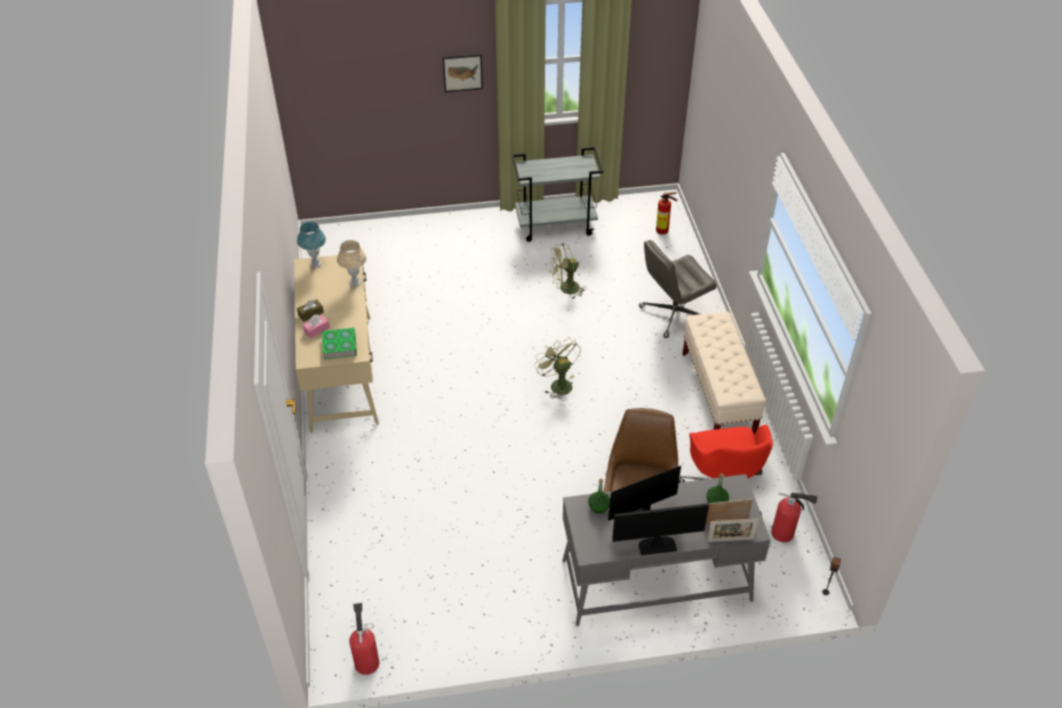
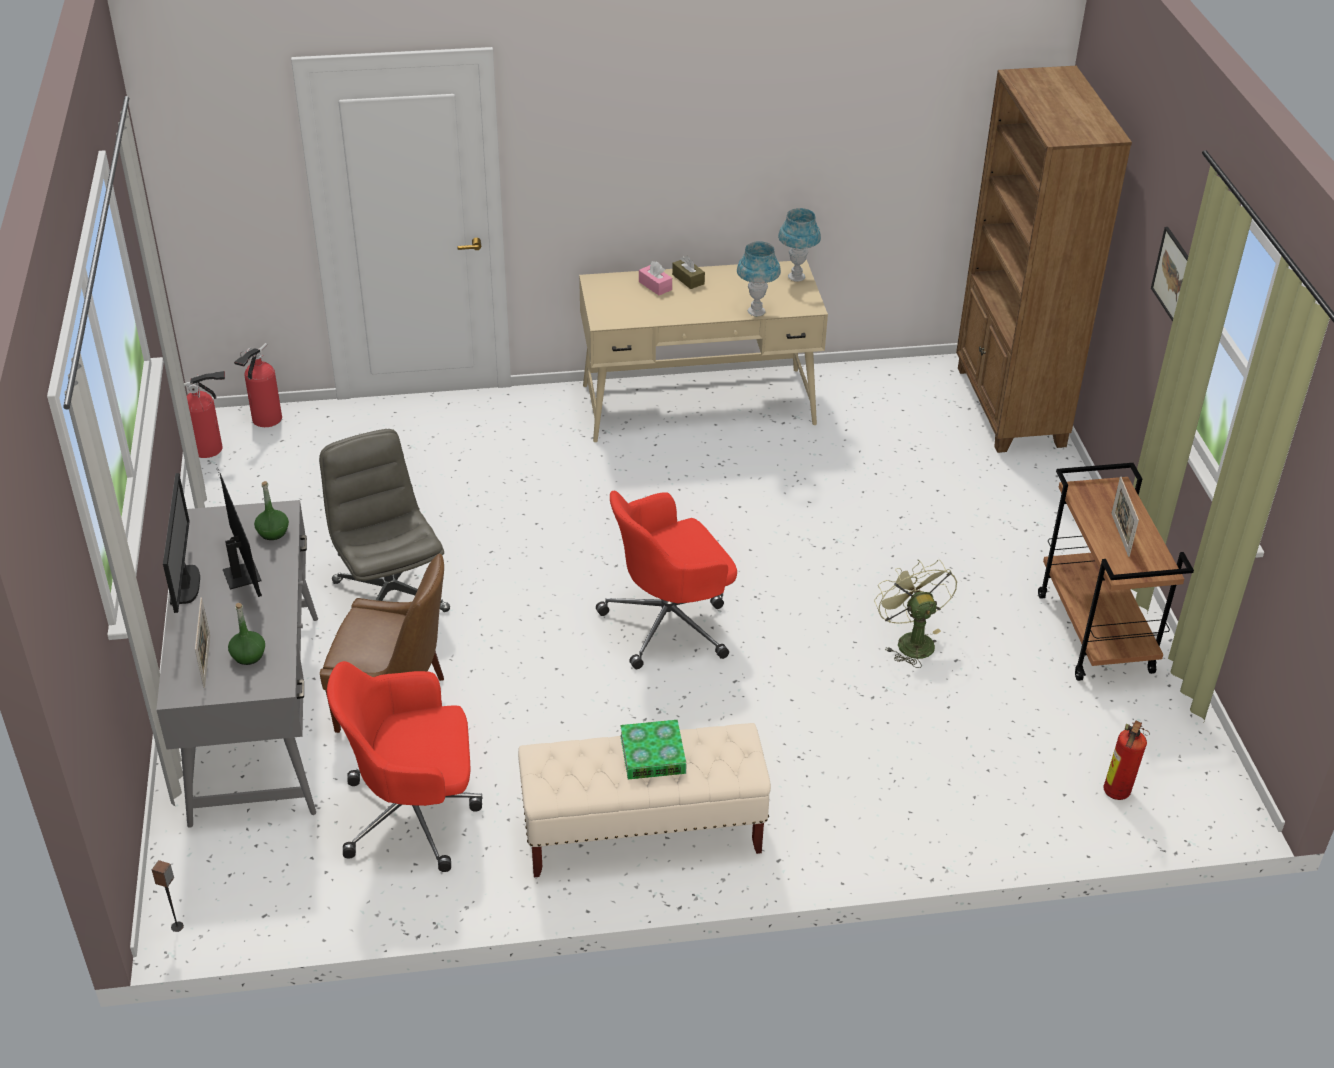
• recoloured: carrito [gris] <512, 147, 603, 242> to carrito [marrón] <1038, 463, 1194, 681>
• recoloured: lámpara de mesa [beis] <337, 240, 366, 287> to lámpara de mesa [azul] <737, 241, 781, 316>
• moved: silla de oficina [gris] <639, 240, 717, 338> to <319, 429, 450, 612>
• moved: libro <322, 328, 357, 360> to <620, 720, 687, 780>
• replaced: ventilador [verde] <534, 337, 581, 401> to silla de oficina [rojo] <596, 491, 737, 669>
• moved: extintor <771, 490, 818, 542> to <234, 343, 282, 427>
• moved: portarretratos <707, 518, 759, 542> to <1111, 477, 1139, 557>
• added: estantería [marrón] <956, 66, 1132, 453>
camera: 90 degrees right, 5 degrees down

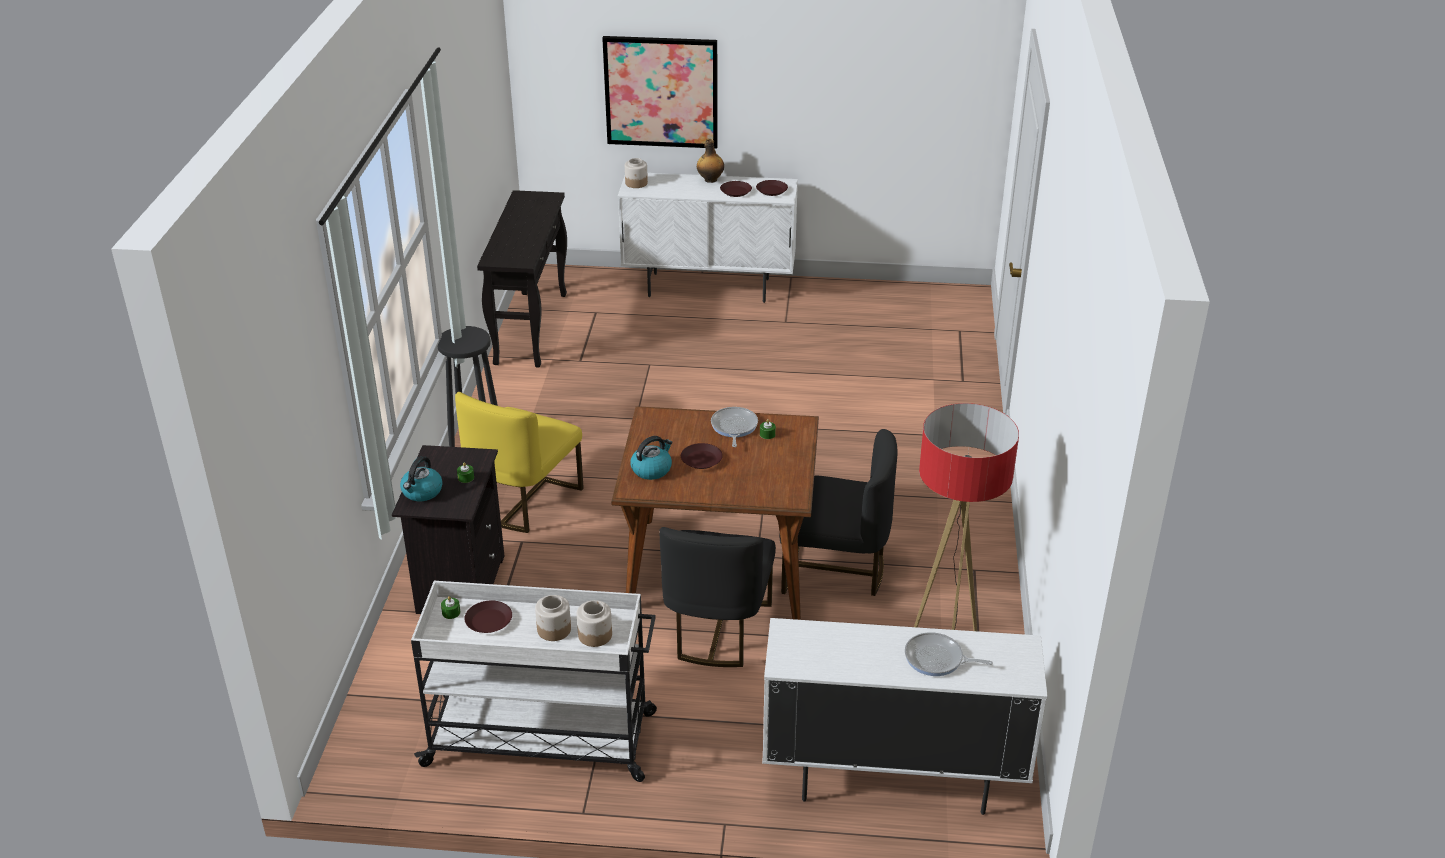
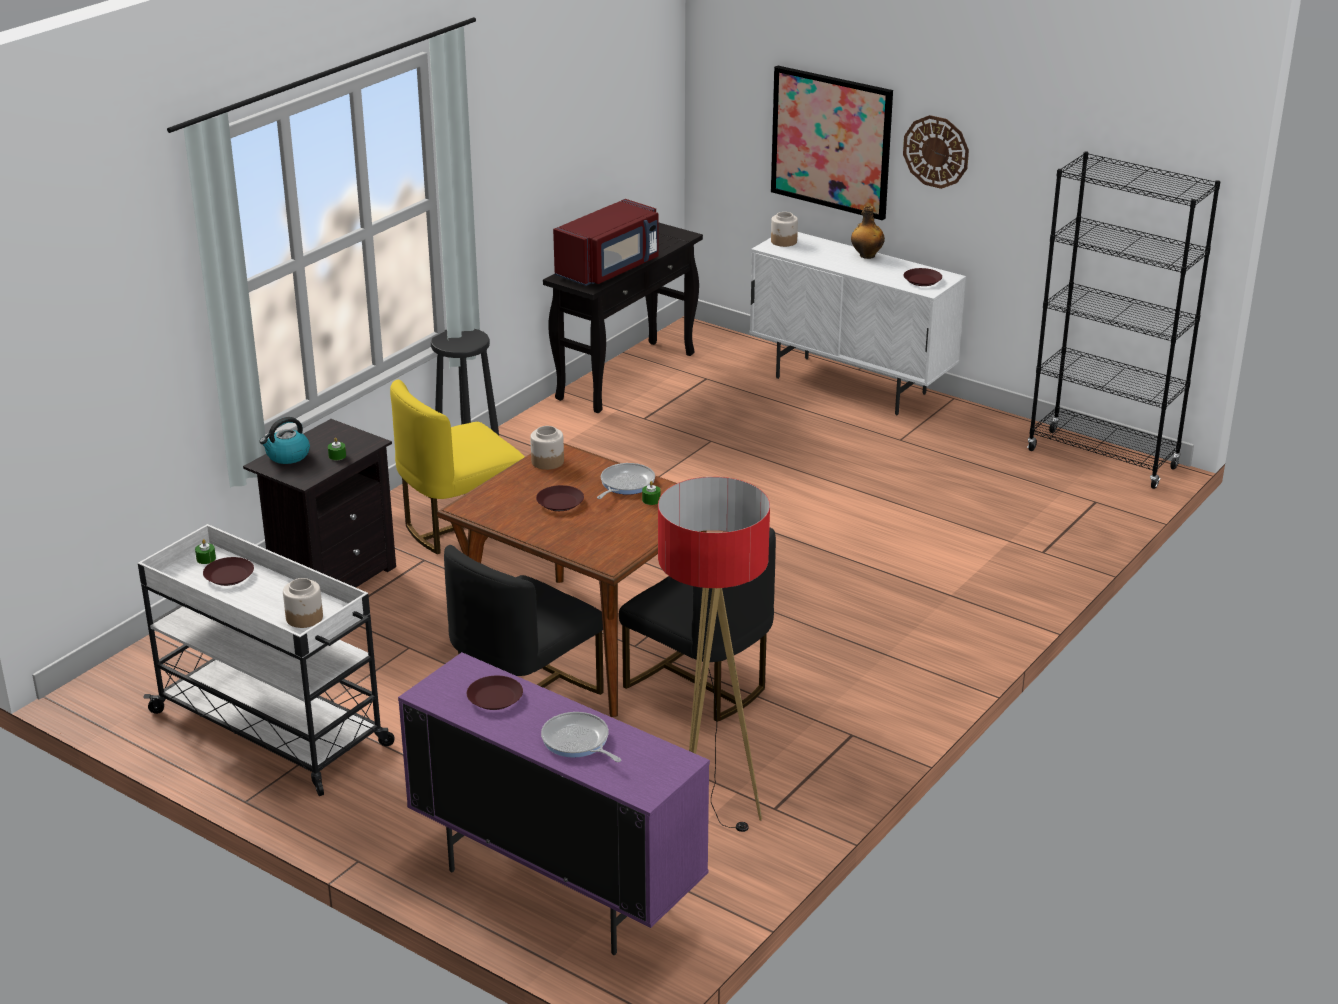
• moved: plato [marrón] <720, 181, 752, 197> to <467, 676, 523, 710>
• removed: hervidor <630, 436, 672, 480>
• moved: tarro <535, 595, 571, 641> to <530, 426, 564, 470>
• recoloured: armario [blanco] <762, 618, 1048, 815> to armario [morado] <398, 652, 710, 955>
• added: reloj de pared <903, 115, 969, 189>
• added: estantería [negro] <1027, 151, 1221, 489>
• added: microondas [rojo] <553, 199, 659, 286>
camera: 30 degrees right, 5 degrees down

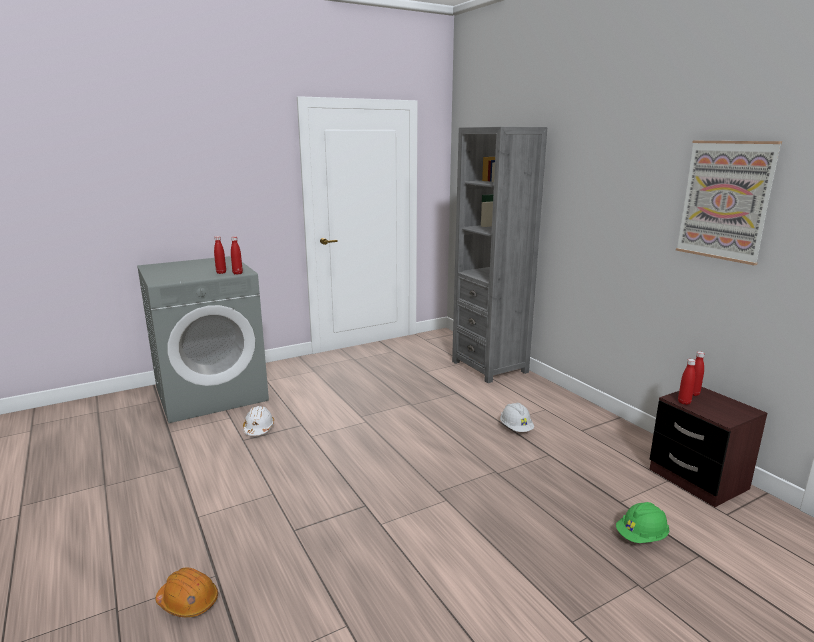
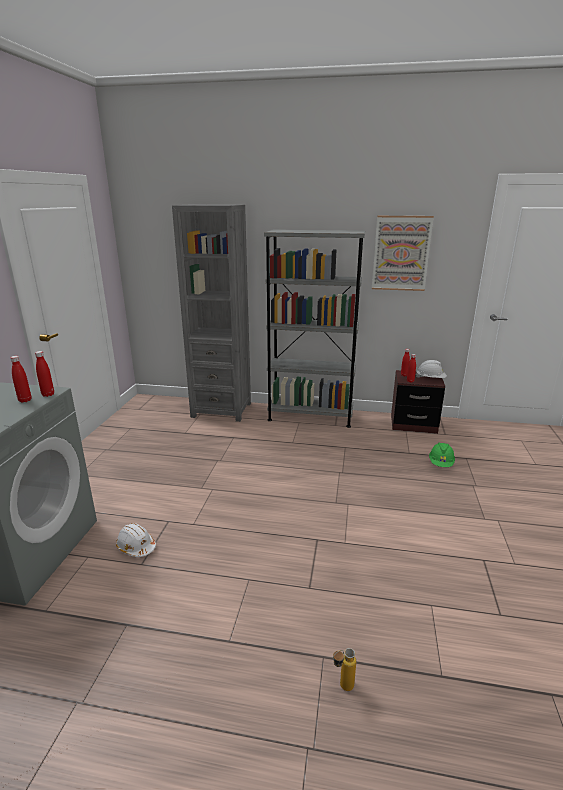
• moved: casco [blanco] <500, 403, 534, 432> to <416, 360, 447, 378>
• replaced: casco [naranja] <156, 567, 218, 617> to botella <333, 648, 356, 691>
• added: estantería [gris] <264, 229, 365, 428>
camera: 50 degrees left, 5 degrees up

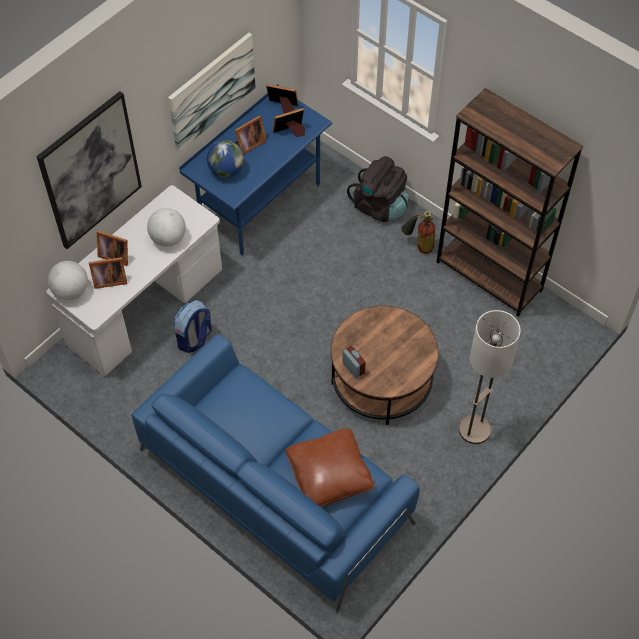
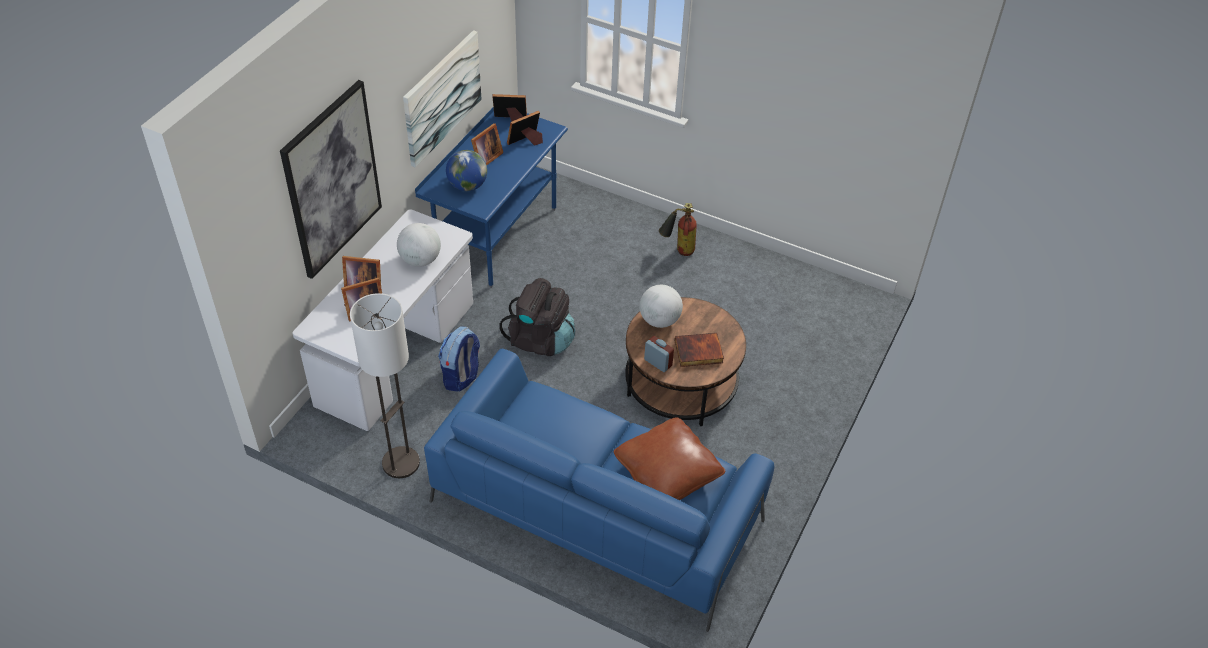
• removed: estantería [marrón] <437, 88, 583, 317>
• moved: mochila [negro] <347, 156, 409, 222> to <499, 278, 575, 356>
• moved: globo terráqueo <48, 261, 88, 300> to <640, 285, 683, 328>
• moved: lámpara de pie <459, 310, 521, 444> to <350, 293, 420, 478>
• added: libro <675, 333, 724, 367>
camera: 15 degrees left, 10 degrees down

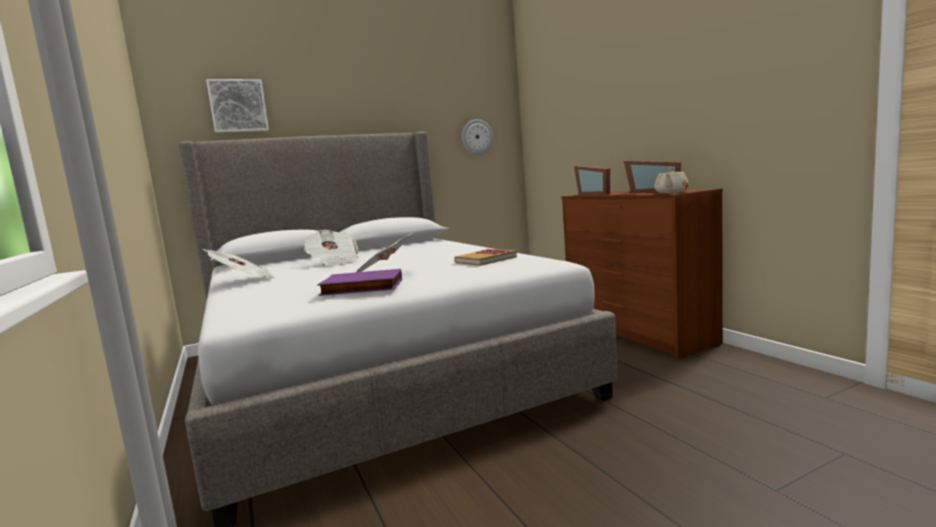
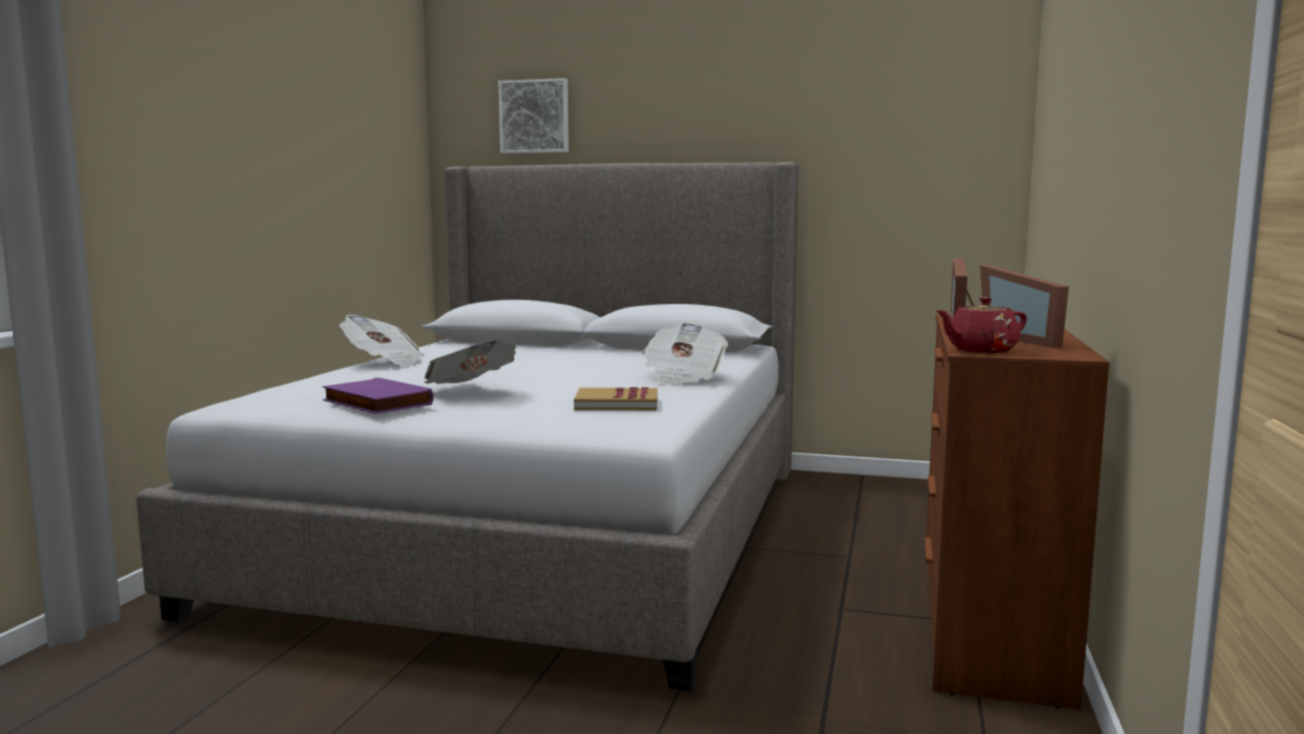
• removed: reloj de pared <462, 119, 493, 155>
• recoloured: tetera [beis] <654, 168, 689, 194> to tetera [rojo] <936, 297, 1027, 353>
• moved: periódico <304, 230, 359, 266> to <643, 322, 728, 385>
camera: 40 degrees right, 0 degrees up

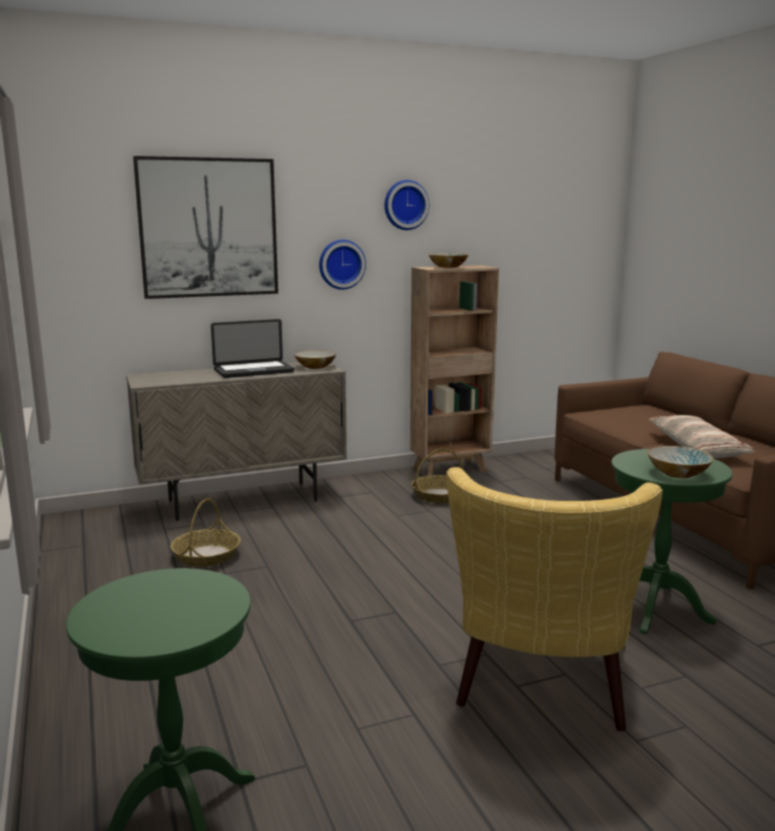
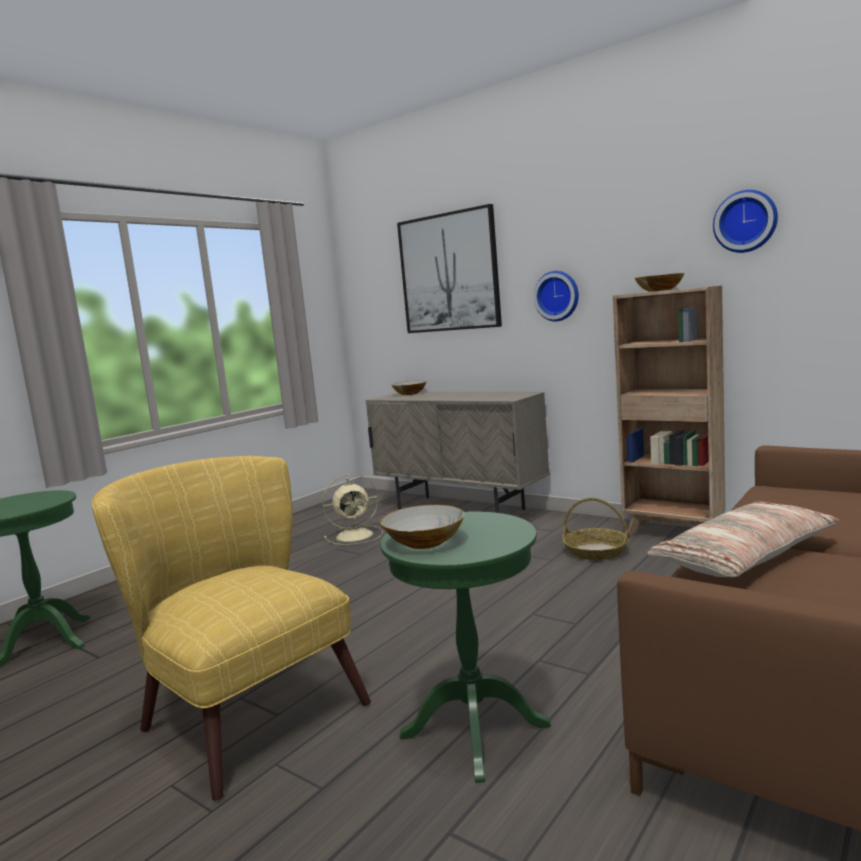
• moved: reloj de pared <384, 180, 429, 230> to <713, 190, 778, 253>
• removed: portátil <211, 319, 294, 378>
• moved: cuenco <294, 350, 336, 369> to <391, 381, 427, 395>
• turned: sillón [amarillo] <446, 467, 663, 731> = <92, 456, 371, 801> 60 degrees clockwise
• replaced: cesta <170, 498, 241, 567> to ventilador [beis] <322, 474, 383, 545>
camera: 60 degrees right, 5 degrees down

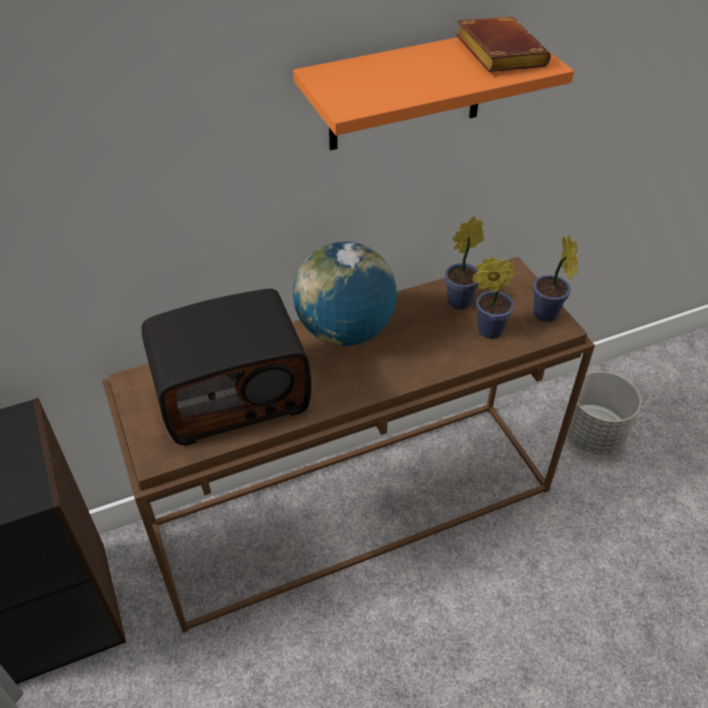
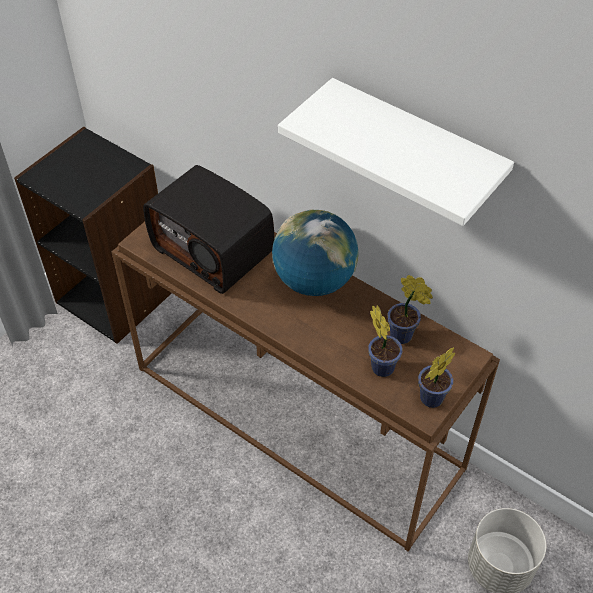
• removed: libro [marrón] <456, 17, 551, 72>
• recoloured: estante [naranja] <293, 37, 574, 150> to estante [blanco] <278, 78, 514, 226>
camera: 60 degrees right, 5 degrees up

